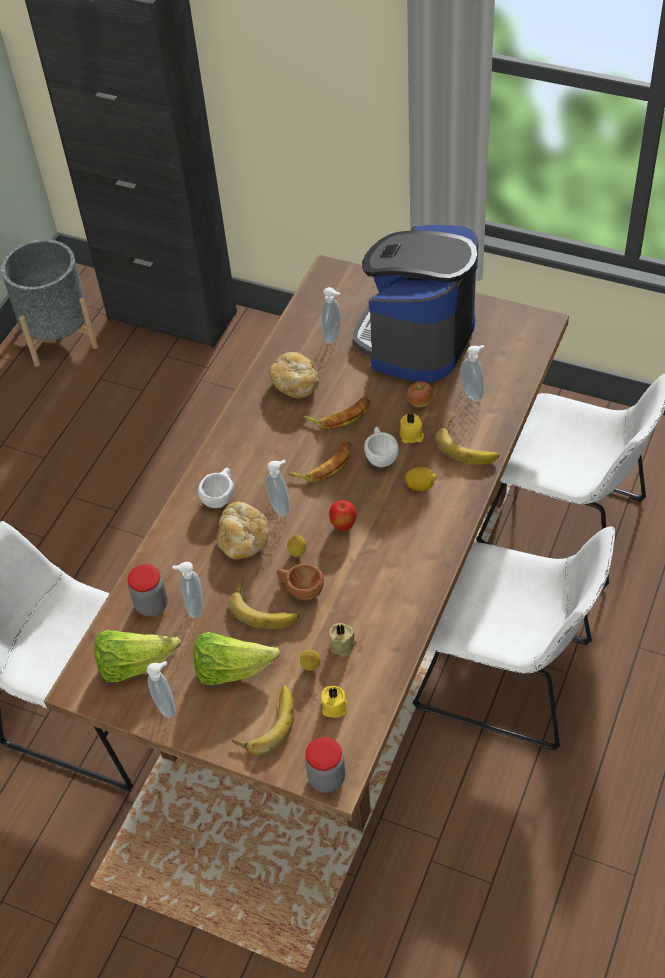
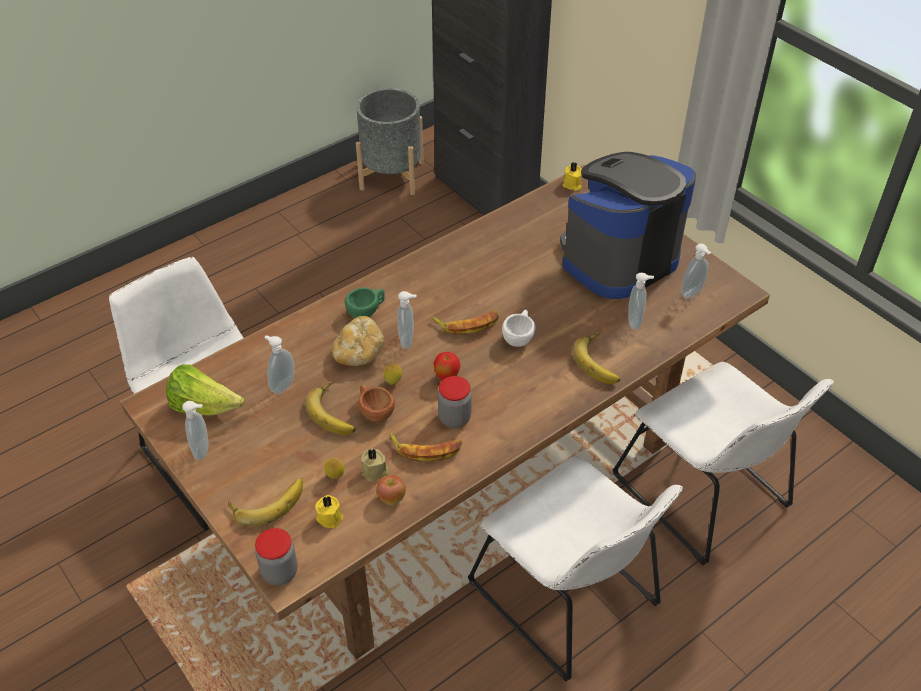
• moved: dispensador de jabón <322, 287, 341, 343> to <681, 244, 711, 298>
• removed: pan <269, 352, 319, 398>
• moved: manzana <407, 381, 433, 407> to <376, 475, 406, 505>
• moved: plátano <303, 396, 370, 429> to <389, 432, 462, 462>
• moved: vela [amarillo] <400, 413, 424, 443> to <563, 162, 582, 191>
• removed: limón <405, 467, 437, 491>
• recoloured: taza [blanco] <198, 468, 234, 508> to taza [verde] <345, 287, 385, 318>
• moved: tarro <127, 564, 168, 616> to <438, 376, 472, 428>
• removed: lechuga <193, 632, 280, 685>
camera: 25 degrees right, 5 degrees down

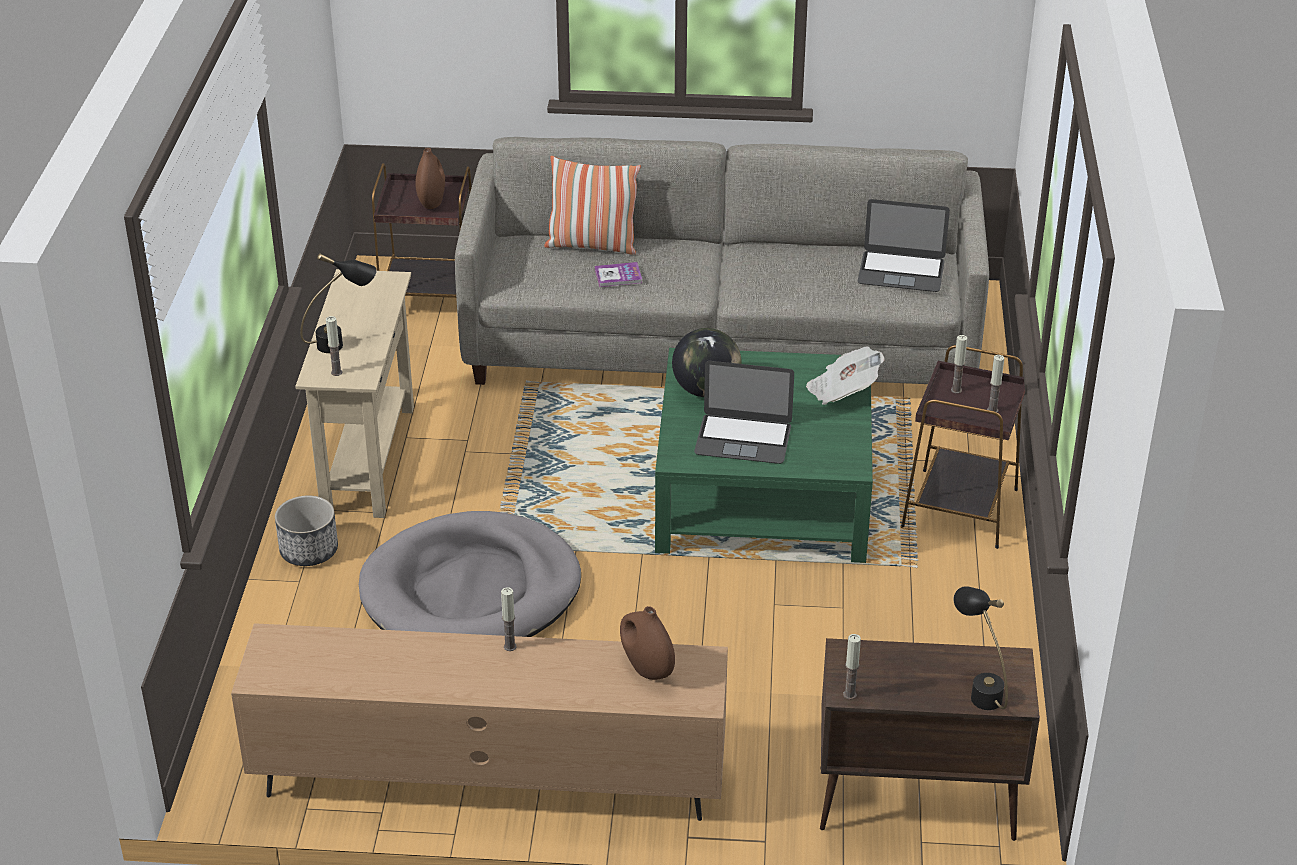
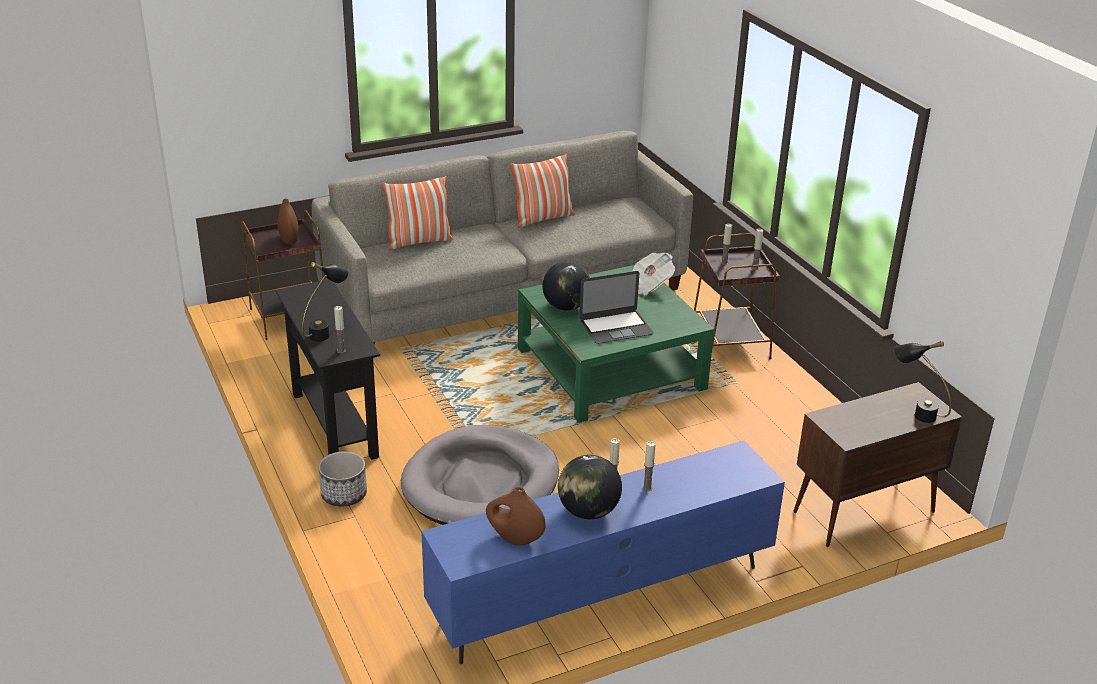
• removed: portátil <858, 199, 950, 292>
• removed: libro <595, 262, 642, 287>
• recoloured: mesa consola [beis] <295, 269, 414, 518> to mesa consola [negro] <275, 279, 380, 460>
• moved: florero [marrón] <620, 606, 675, 680> to <486, 487, 546, 545>
• recoloured: mueble de televisión [marrón] <231, 623, 728, 821> to mueble de televisión [azul] <421, 441, 785, 664>
• moved: vela <843, 634, 861, 700> to <643, 441, 656, 491>
• added: cojín <510, 154, 575, 228>
• added: globo terráqueo <558, 455, 622, 519>
camera: 30 degrees left, 5 degrees down

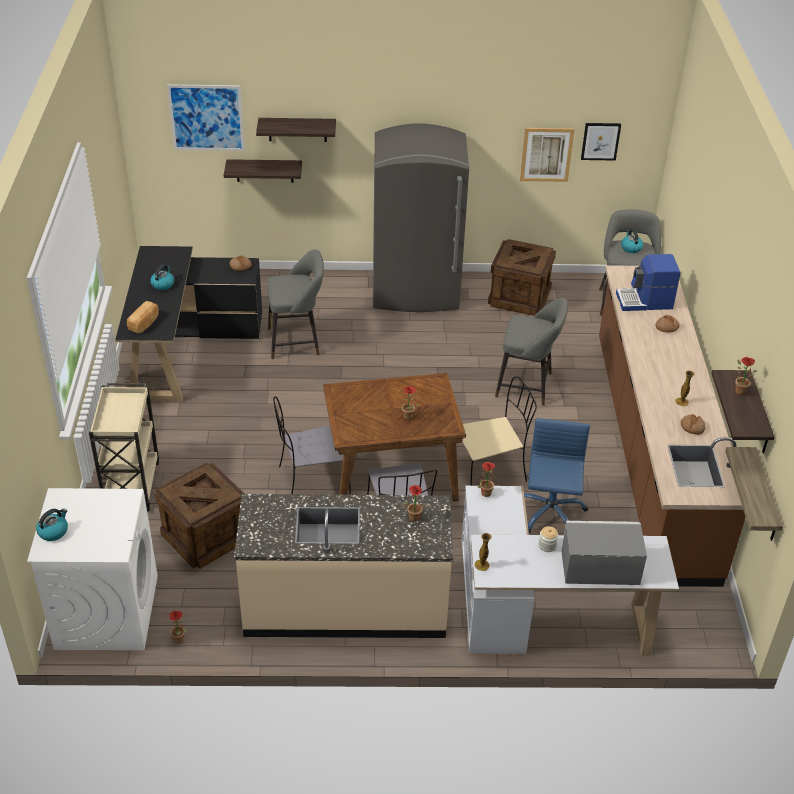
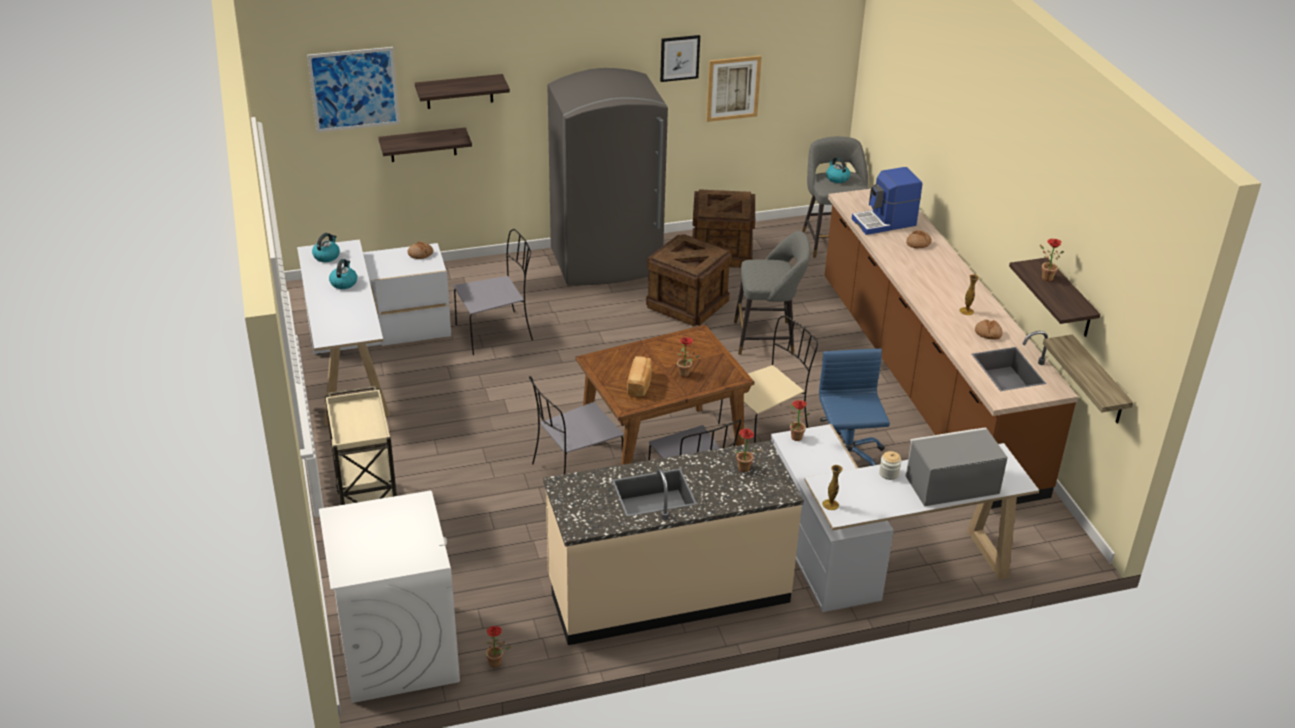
• moved: cuadro <581, 123, 621, 161> to <660, 35, 700, 82>
• recoloured: escritorio [negro] <115, 246, 262, 402> to escritorio [blanco] <297, 239, 451, 425>
• replaced: taburete [gris] <268, 249, 324, 359> to silla [gris] <454, 229, 533, 355>
• moved: pan <127, 301, 159, 333> to <627, 356, 652, 396>
• moved: caja de embalaje <155, 463, 244, 569> to <646, 234, 732, 326>
• moved: hervidor <36, 509, 68, 541> to <312, 233, 340, 262>
camera: 15 degrees left, 5 degrees down

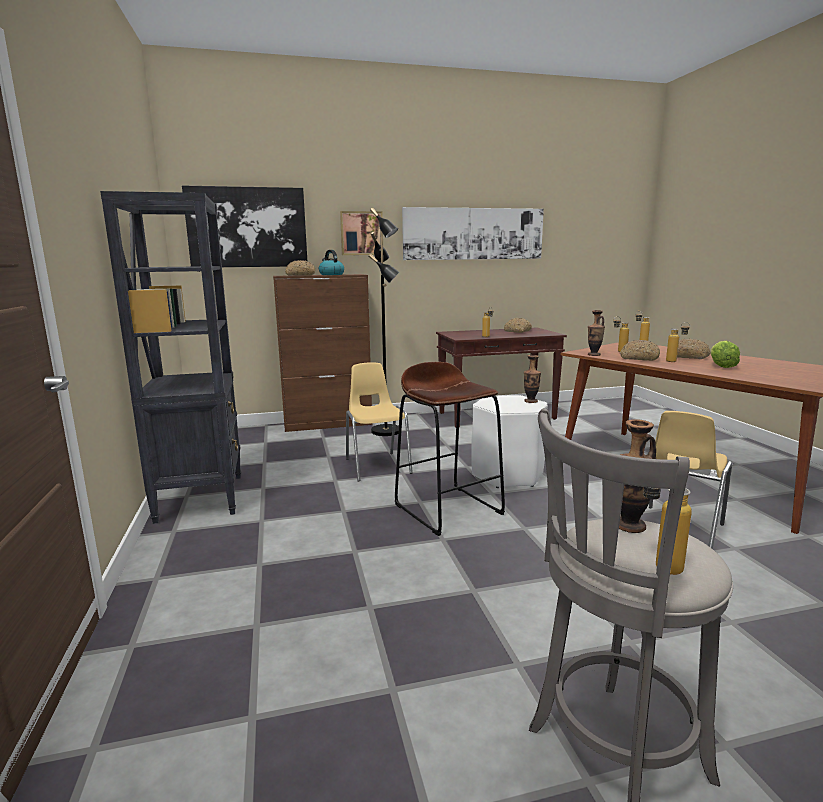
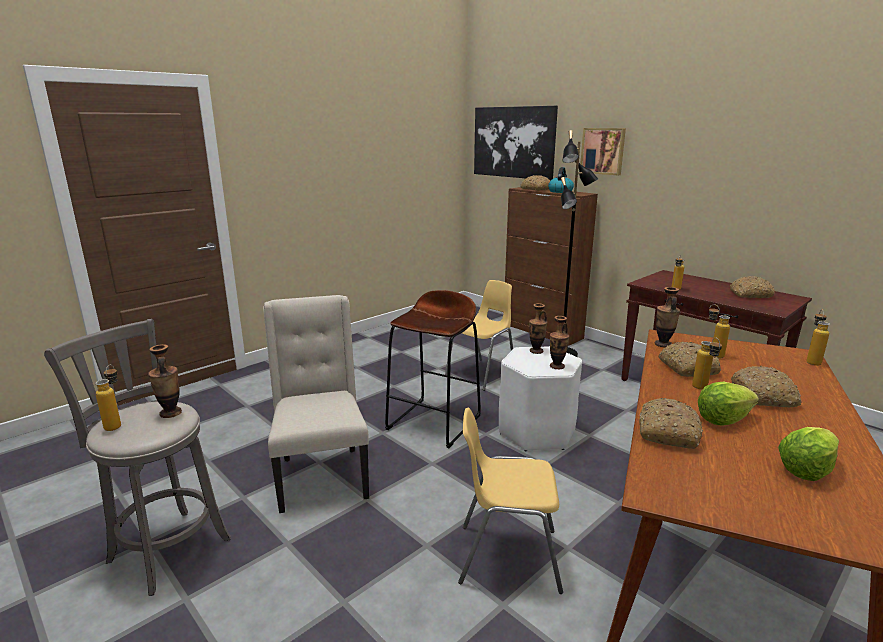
• removed: estantería [negro] <100, 191, 241, 524>
• removed: cuadro <402, 207, 544, 260>
• added: silla [beis] <263, 295, 369, 513>
• added: florero <529, 303, 547, 354>
• added: pan <639, 398, 703, 449>
• added: lechuga <778, 427, 839, 481>
camera: 60 degrees right, 5 degrees up

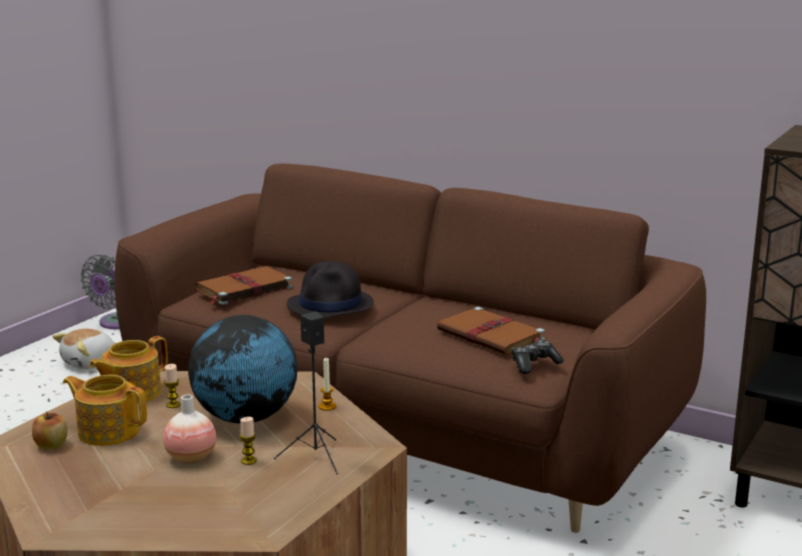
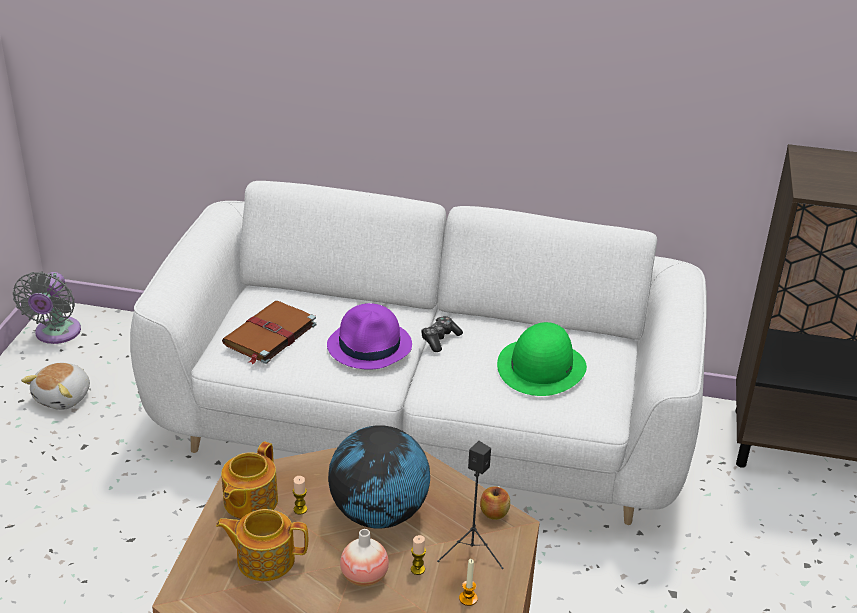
• recoloured: sofá [marrón] <114, 164, 706, 533> to sofá [blanco] <130, 181, 707, 525>
• recoloured: sombrero [negro] <286, 261, 374, 318> to sombrero [morado] <327, 303, 412, 370>
• replaced: libro [marrón] <437, 307, 545, 355> to sombrero [verde] <497, 322, 587, 396>
• moved: mando de consola <512, 340, 564, 374> to <421, 316, 463, 352>
• moved: vela <318, 358, 336, 411> to <459, 559, 478, 606>
• moved: manzana <32, 411, 67, 450> to <480, 486, 510, 520>
camera: 20 degrees left, 15 degrees up

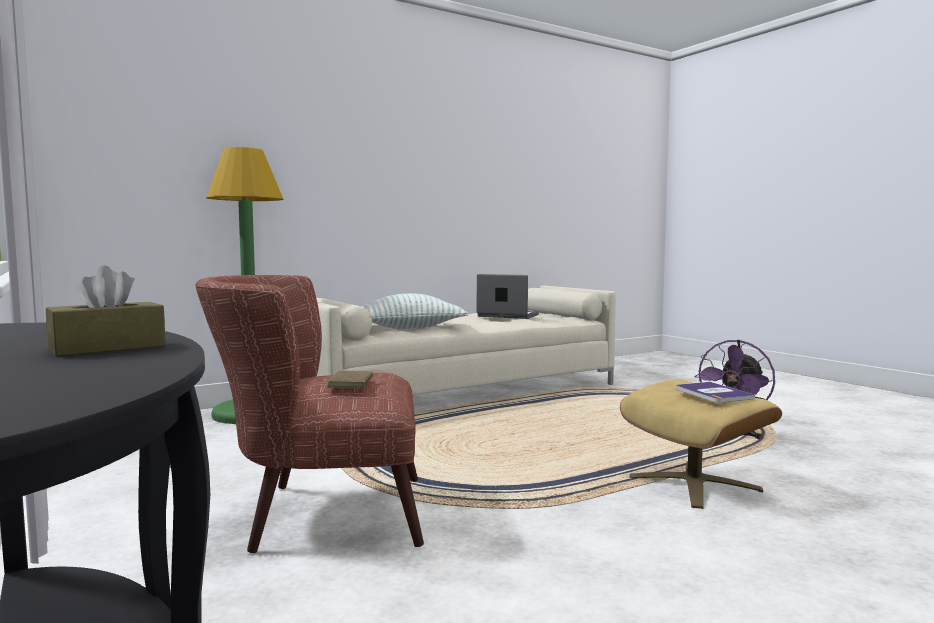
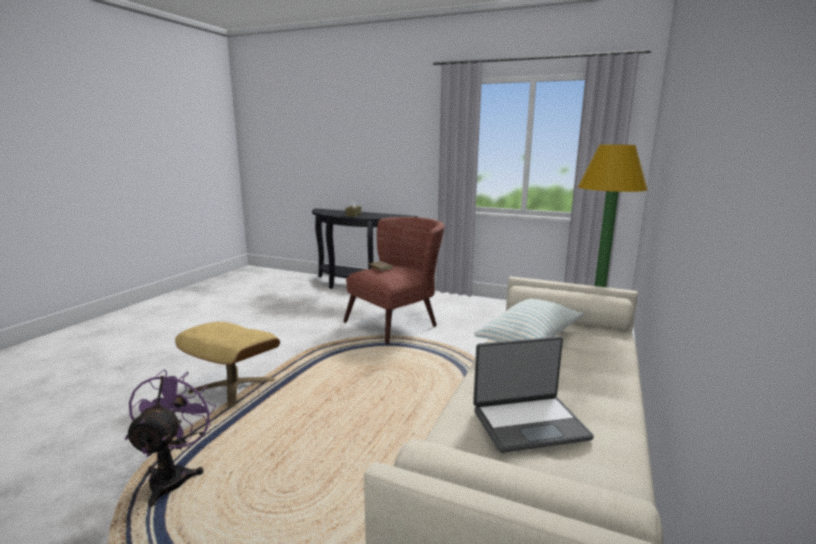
• removed: libro <677, 382, 755, 403>
camera: 145 degrees right, 10 degrees up

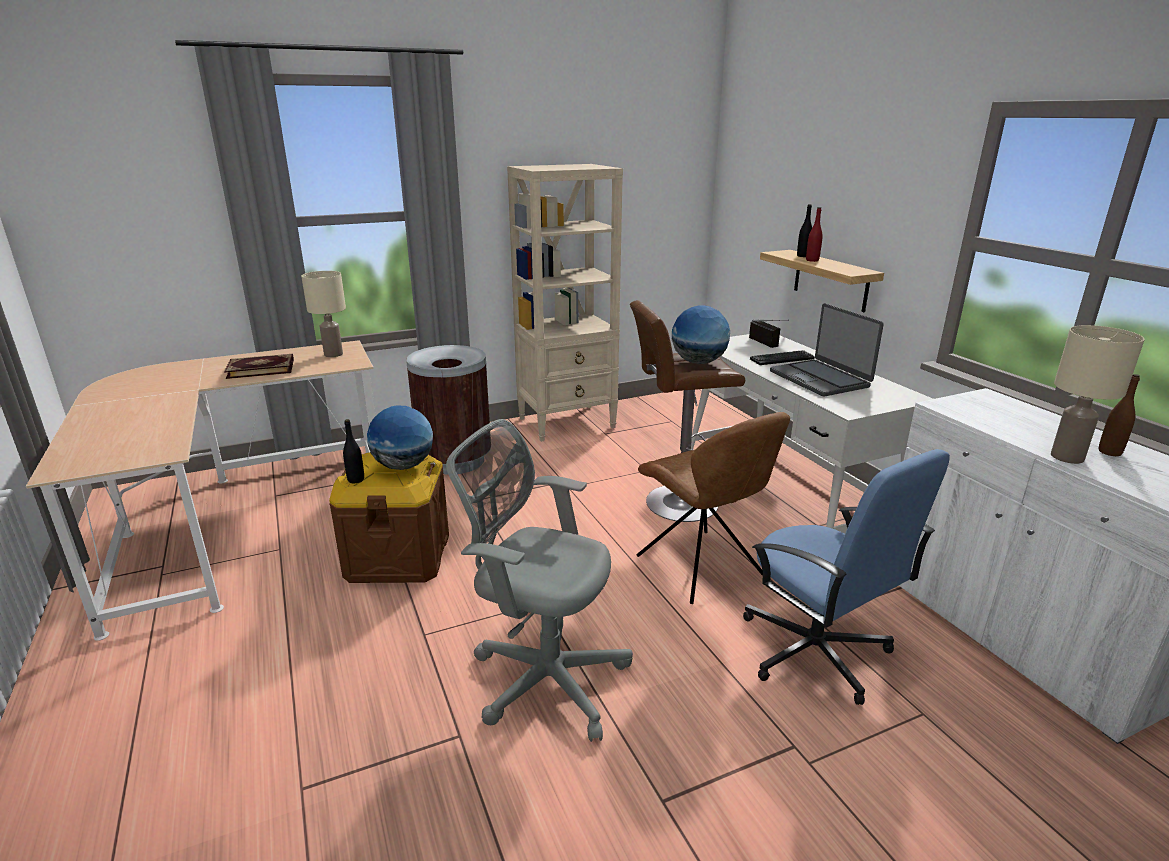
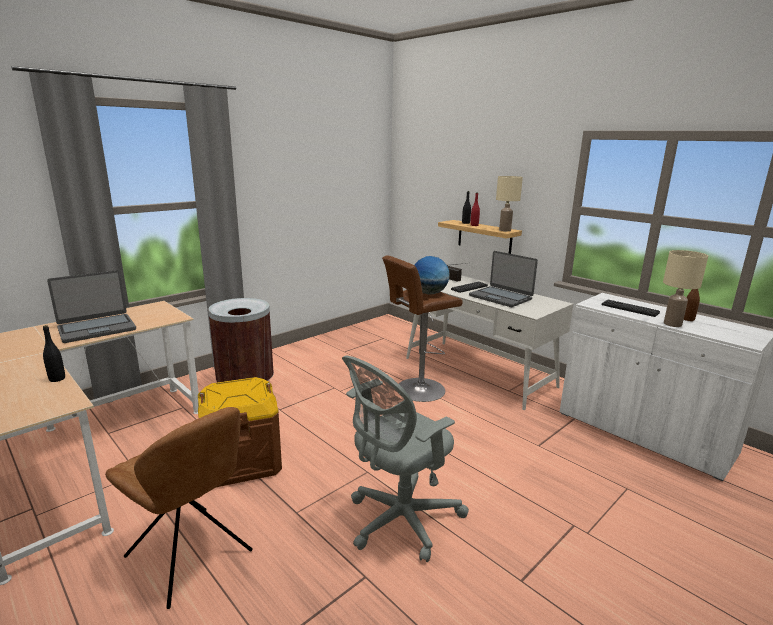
• removed: estantería [beis] <507, 164, 623, 442>
• moved: lámpara de mesa [beis] <301, 271, 346, 357> to <496, 176, 523, 231>
• replaced: libro <224, 354, 294, 379> to portátil <47, 270, 136, 343>
• removed: globo terráqueo <367, 405, 433, 470>
• moved: silla [marrón] <637, 412, 790, 604> to <105, 407, 253, 609>
• moved: botella [negro] <343, 419, 364, 483> to <43, 325, 65, 382>
• turned: silla de oficina [gris] <446, 419, 633, 742> = <342, 356, 469, 563> 45 degrees counterclockwise
• removed: silla de oficina [azul] <743, 449, 950, 705>
• added: teclado <602, 300, 660, 317>
camera: 20 degrees left, 5 degrees down

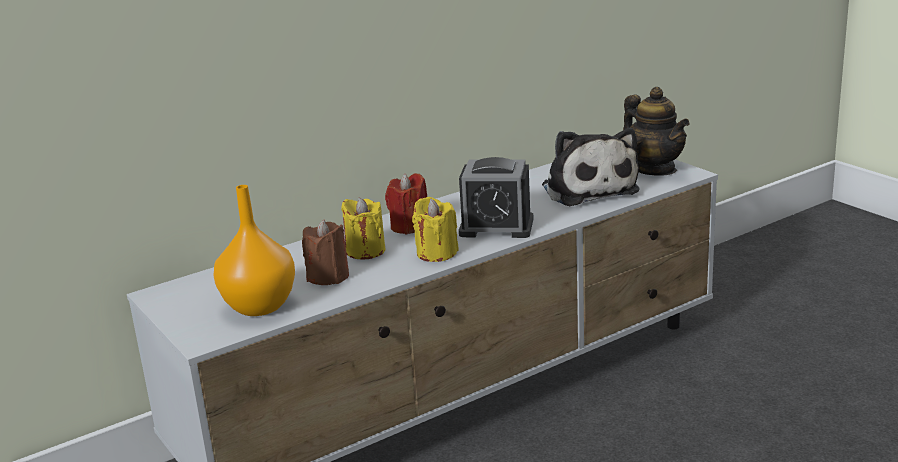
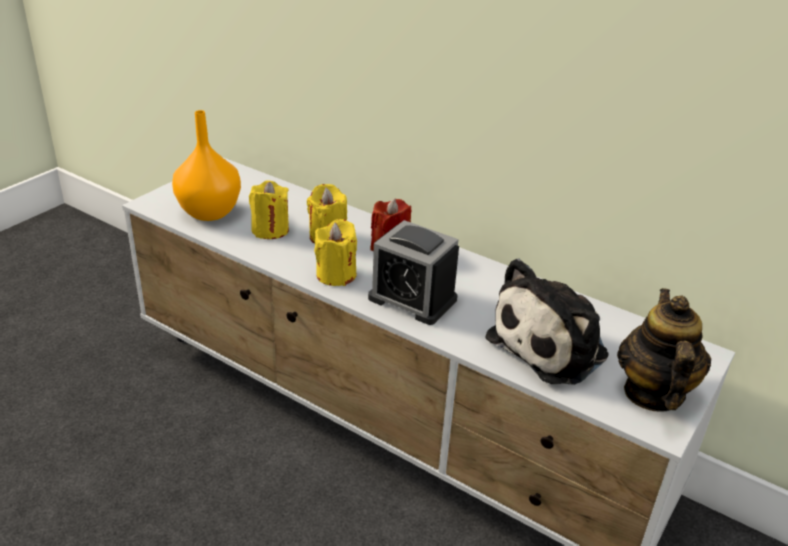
• turned: tetera <623, 87, 689, 176> = <617, 288, 711, 412> 150 degrees clockwise
• turned: despertador <459, 157, 533, 238> = <368, 220, 459, 325> 45 degrees counterclockwise
• recoloured: vela [marrón] <302, 220, 349, 285> to vela [amarillo] <249, 180, 289, 239>
camera: 65 degrees right, 10 degrees up

